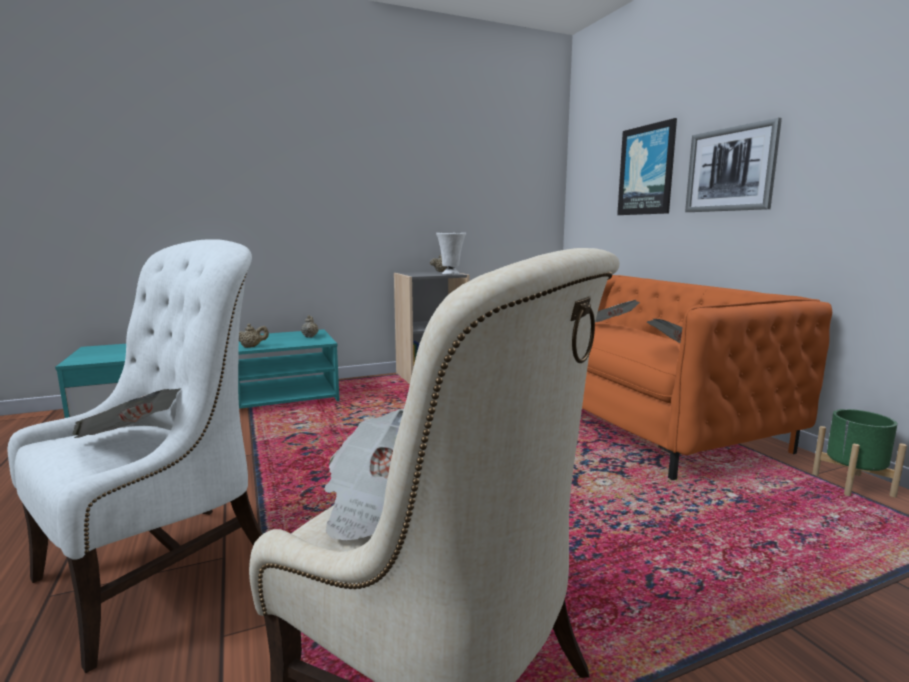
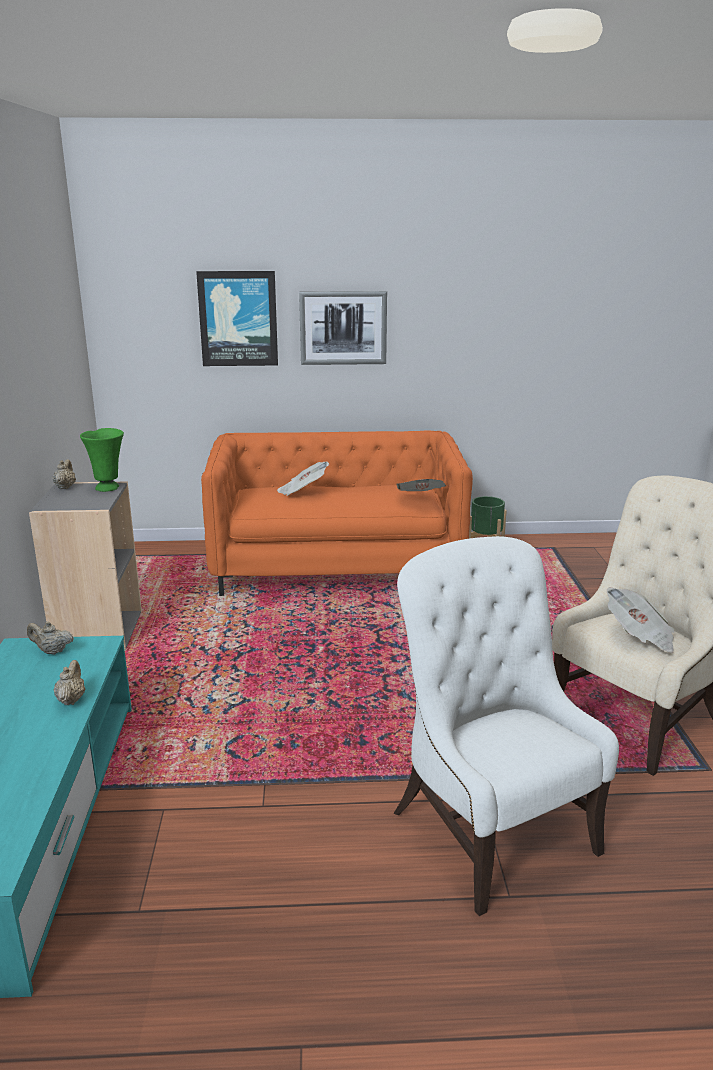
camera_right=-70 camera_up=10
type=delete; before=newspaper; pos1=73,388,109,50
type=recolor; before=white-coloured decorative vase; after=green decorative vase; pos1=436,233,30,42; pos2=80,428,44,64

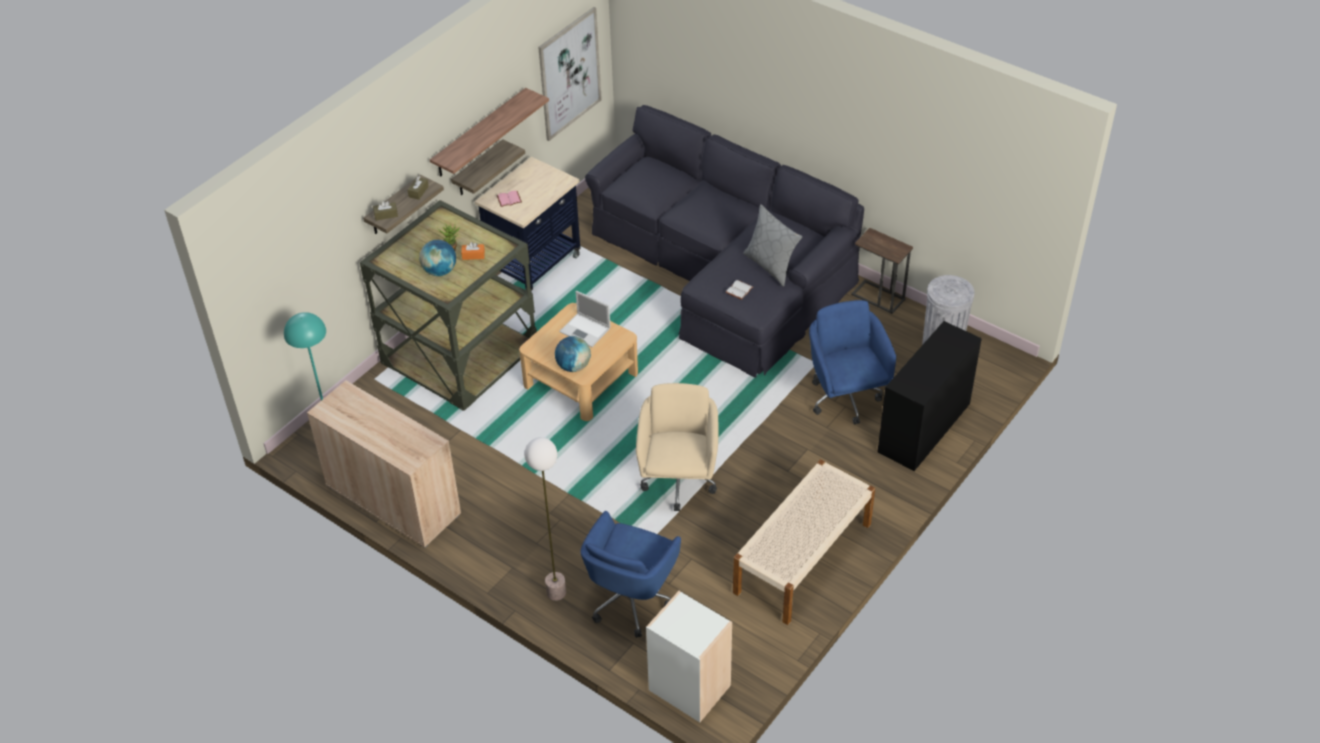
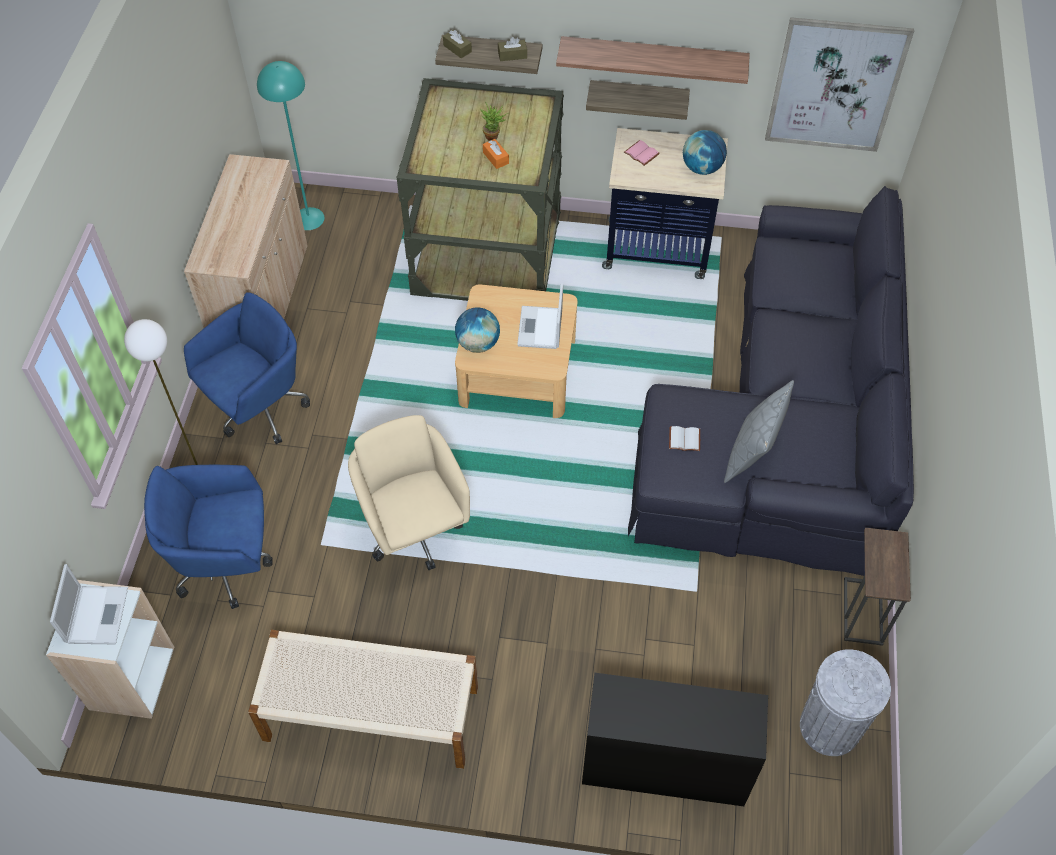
camera_right=60 camera_up=10
type=move; before=world globe; pos1=419,240,37,36; pos2=683,130,44,45
type=rotate; before=beige-coloured office chair; pos1=636,383,82,128; pos2=348,415,122,155; turn=-90
type=move; before=blue office chair; pos1=809,300,87,125; pos2=184,292,126,152
type=insert; after=notebook computer; pos2=50,564,78,80

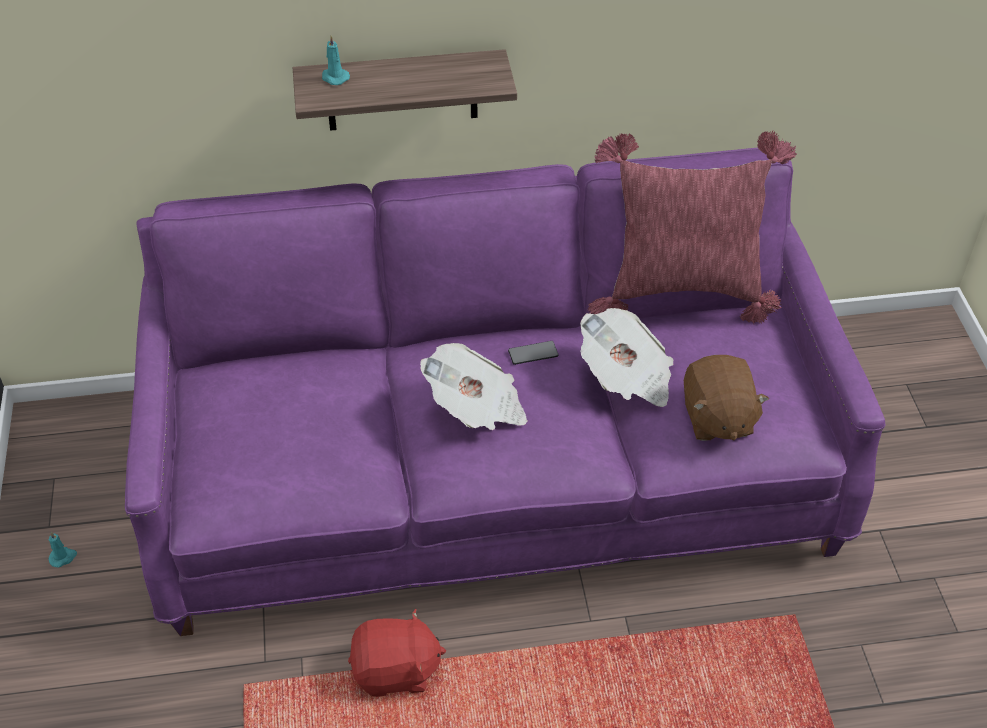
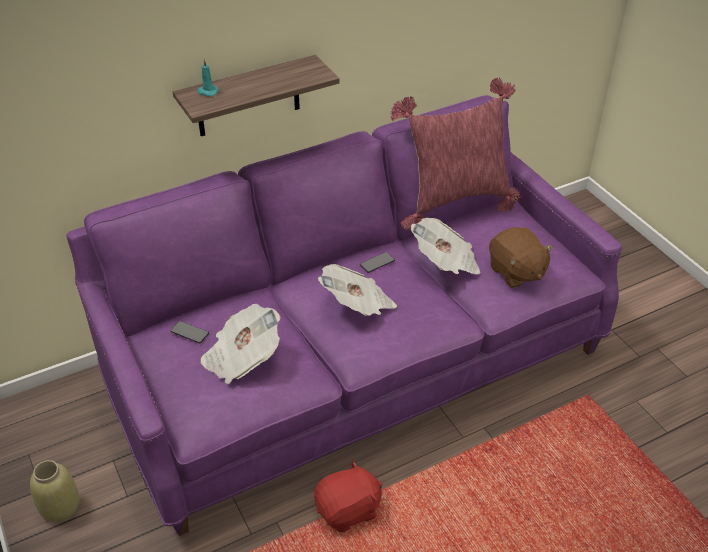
camera_right=-20 camera_up=-5
type=replace; before=turquoise wax candle; after=beige-coloured decorative vase; pos1=48,532,29,35; pos2=30,460,50,62
type=insert; after=phone; pos2=170,321,39,22
type=insert; after=newspaper; pos2=201,304,80,80

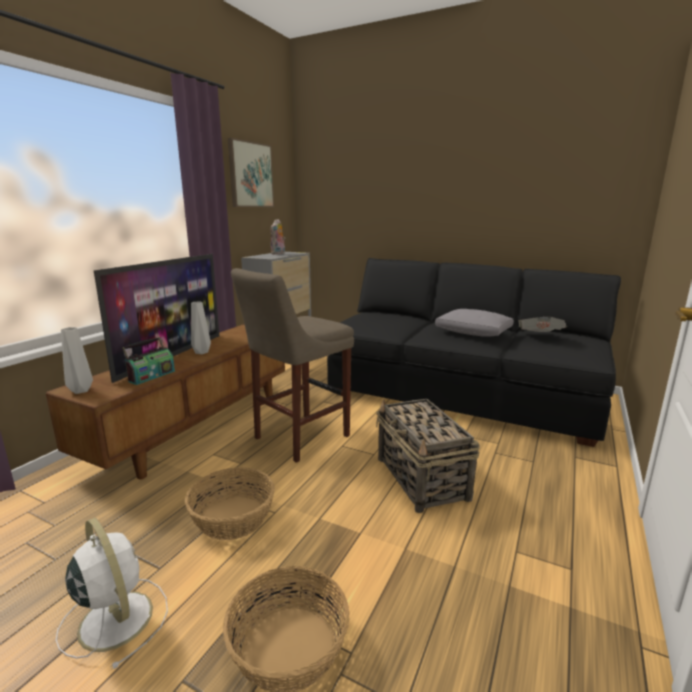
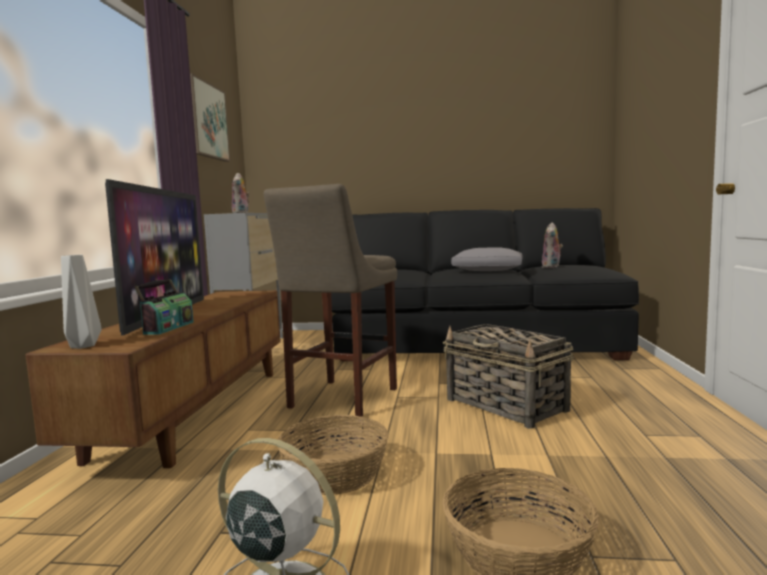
camera_right=-20 camera_up=-10
type=delete; before=gray decorative vase; pos1=191,302,20,52
type=replace; before=newspaper; after=cuddly toy; pos1=518,317,49,15; pos2=542,222,21,46

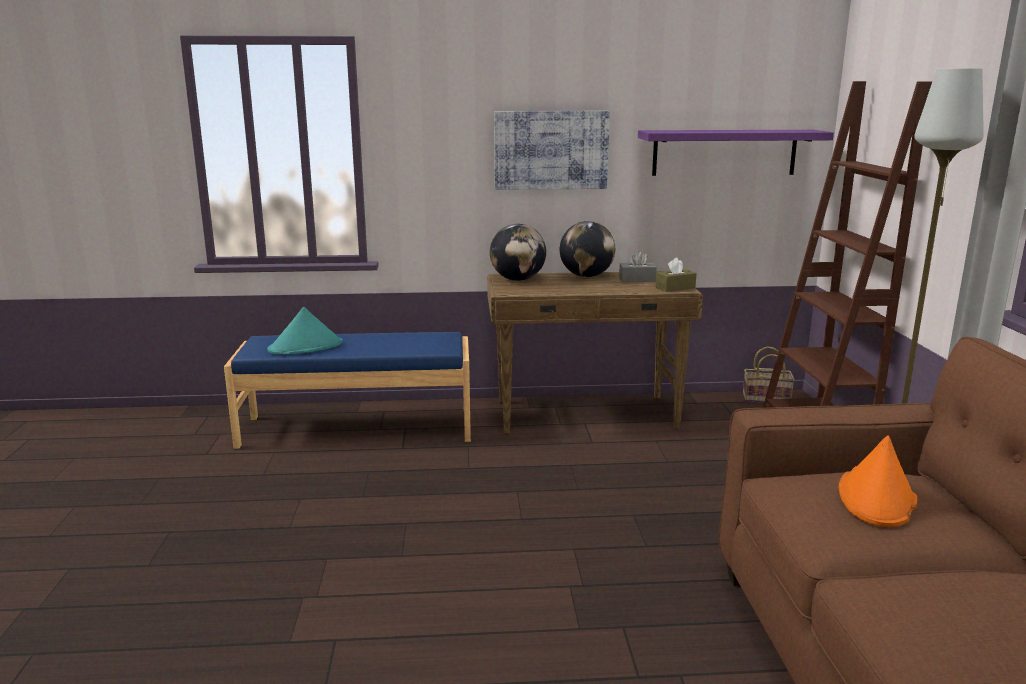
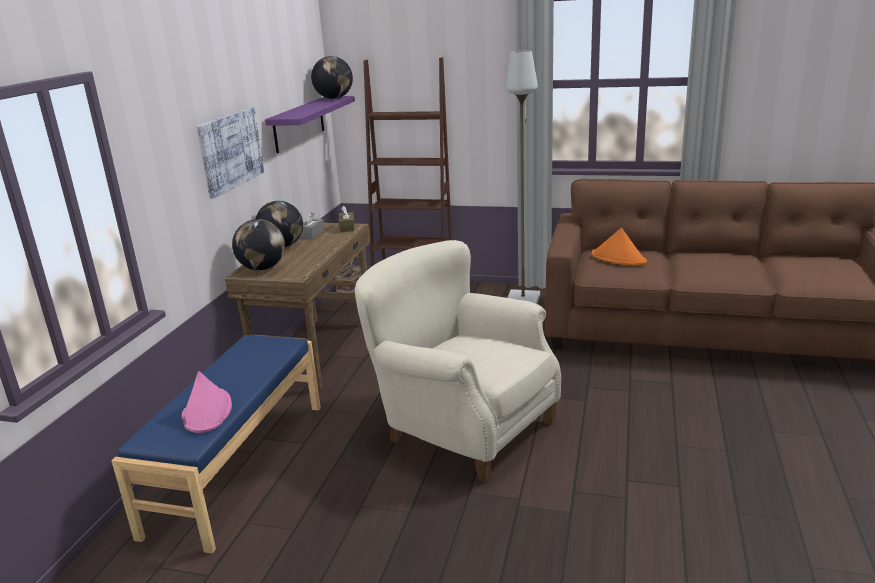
camera_right=-70 camera_up=5
type=recolor; before=turquoise wearable hat; after=pink wearable hat; pos1=268,307,75,47; pos2=182,371,50,62
type=insert; after=world globe; pos2=311,56,42,43
type=insert; after=beige-coloured armchair; pos2=355,240,206,242

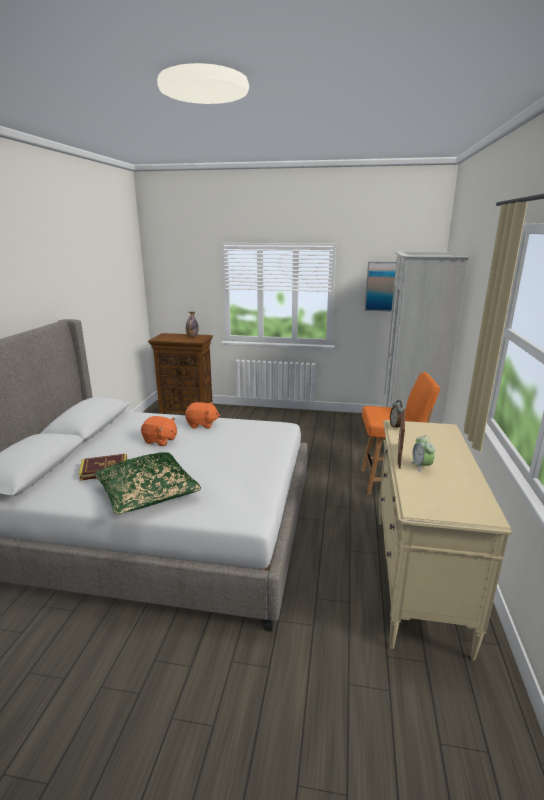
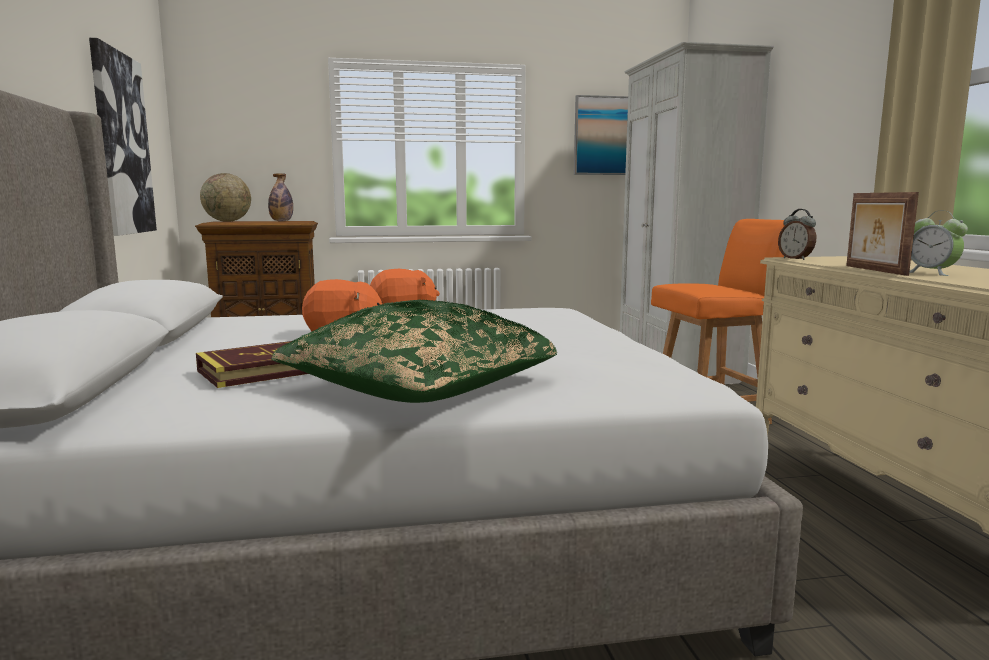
camera_right=-20 camera_up=-10
type=insert; after=wall picture; pos2=89,38,68,198
type=insert; after=world globe; pos2=200,173,51,49

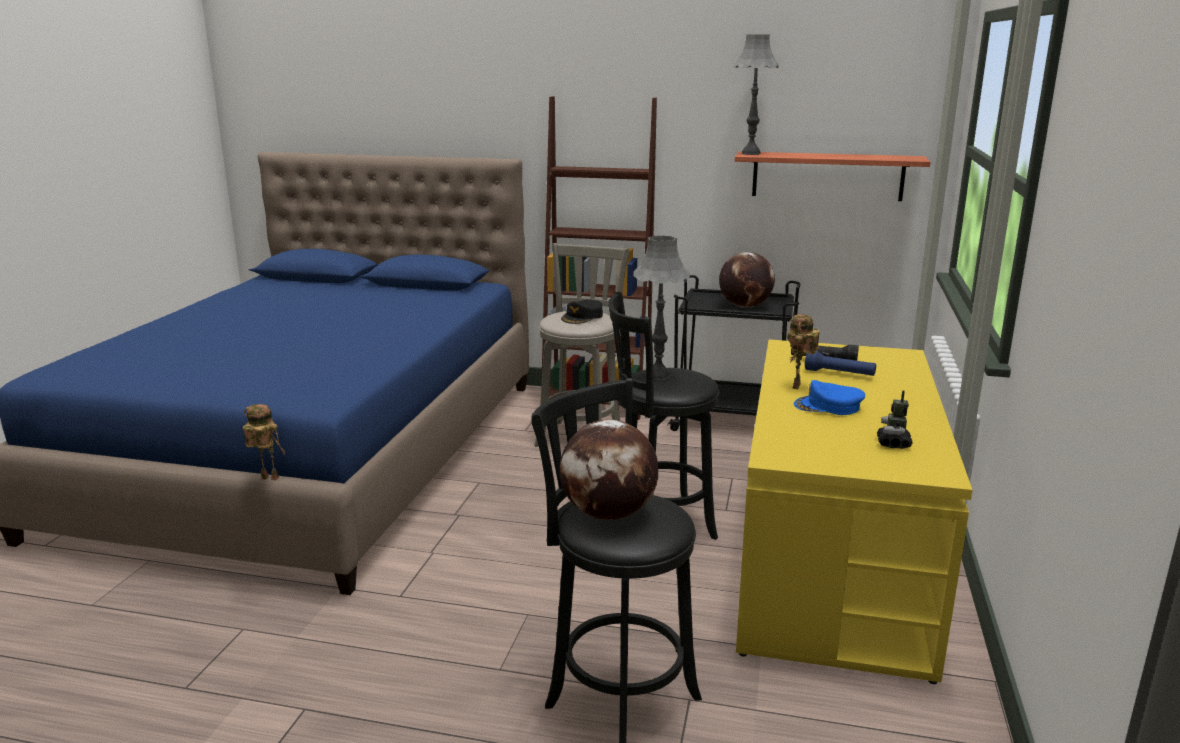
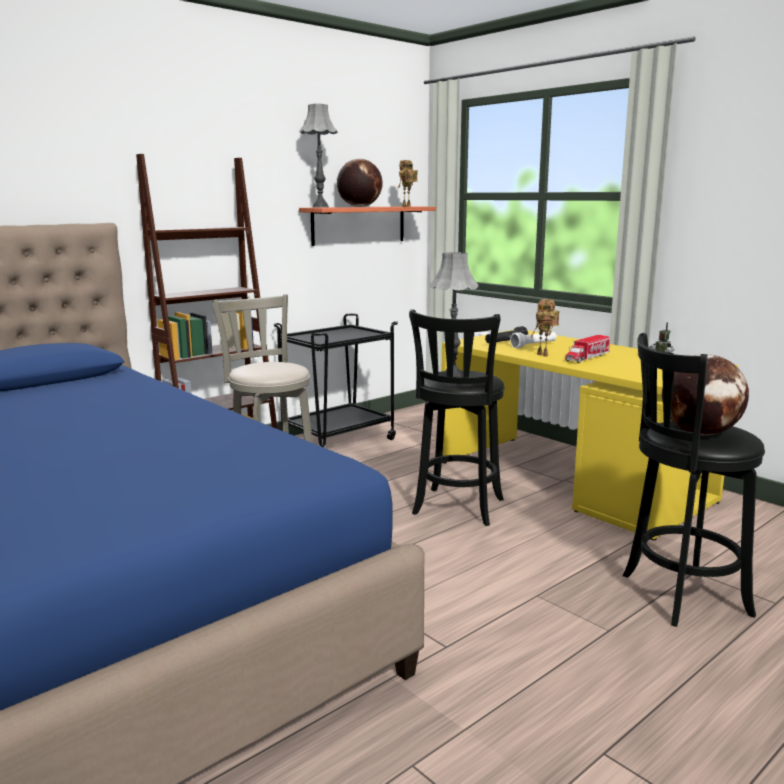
camera_right=-55 camera_up=-5
type=move; before=robot figure; pos1=243,404,42,76; pos2=398,160,20,47
type=delete; before=black baseball cap; pos1=561,300,42,24
type=move; before=world globe; pos1=719,252,56,56; pos2=337,159,45,48
type=replace; before=blue baseball cap; after=toy lorry; pos1=794,380,71,35; pos2=565,335,45,28
type=recolor; before=blue flashlight; after=white-coloured flashlight; pos1=805,351,71,25; pos2=510,332,47,16

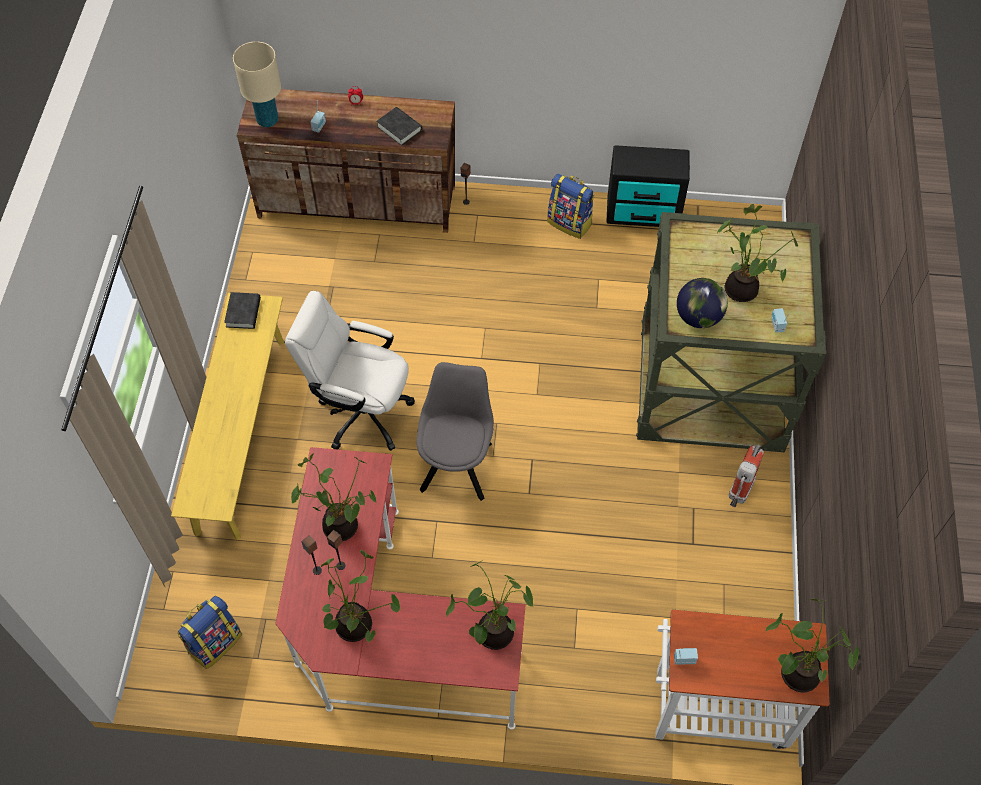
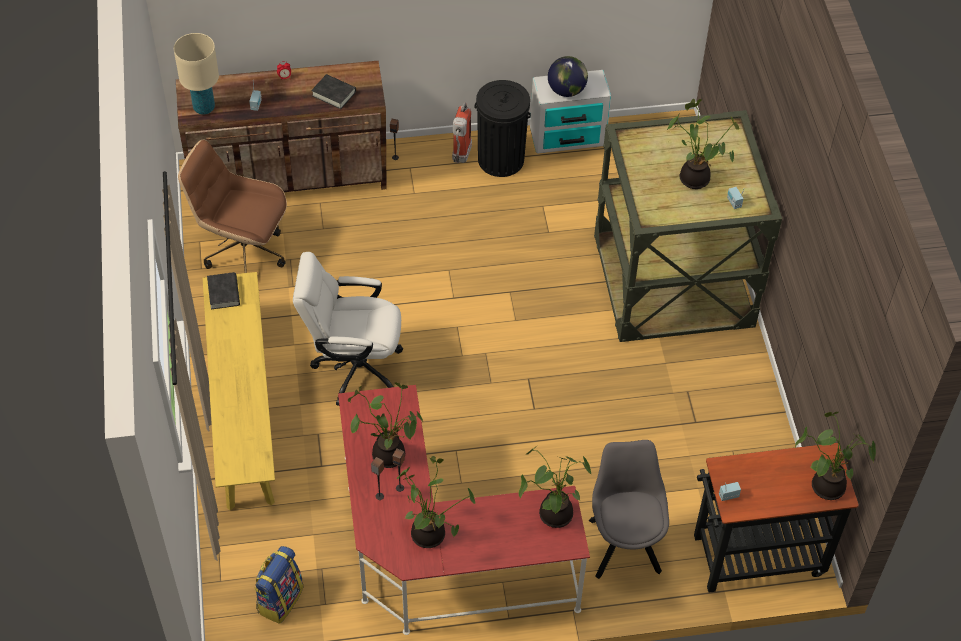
camera_right=-15 camera_up=-5
type=move; before=gray plain chair; pos1=416,362,78,139; pos2=589,440,80,139
type=replace; before=knapsack; after=black waste bin; pos1=547,173,47,66; pos2=475,80,56,97
type=recolor; before=black nightstand; after=white-coloured nightstand; pos1=606,145,84,82; pos2=530,70,81,83
type=recolor; before=white-coloured trolley; after=black trolley; pos1=655,610,175,139; pos2=694,443,165,150
type=move; before=world globe; pos1=677,278,51,50; pos2=548,56,40,41
type=move; before=fire extinguisher; pos1=729,444,35,63; pos2=452,102,20,61
type=insert; after=brown-coloured office chair; pos2=178,140,109,133

